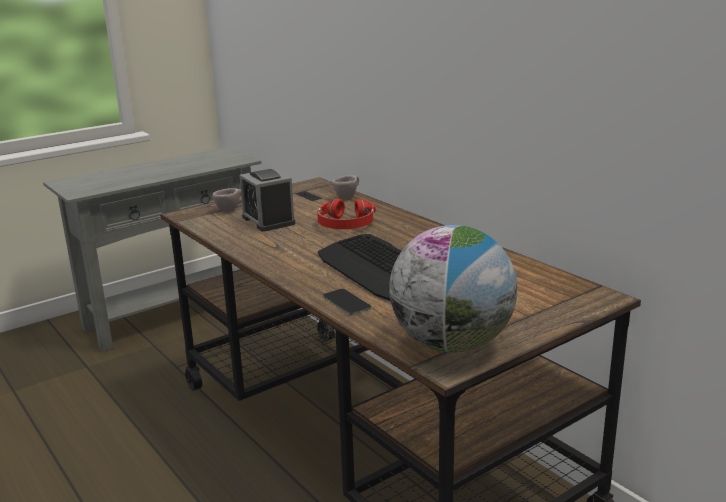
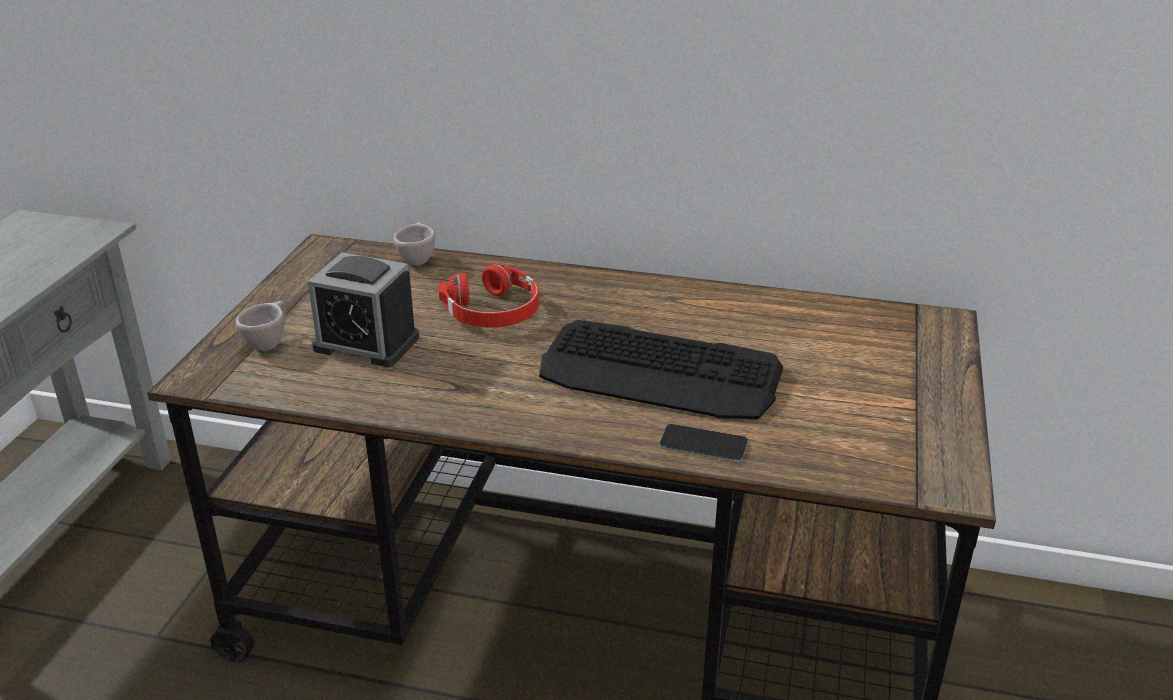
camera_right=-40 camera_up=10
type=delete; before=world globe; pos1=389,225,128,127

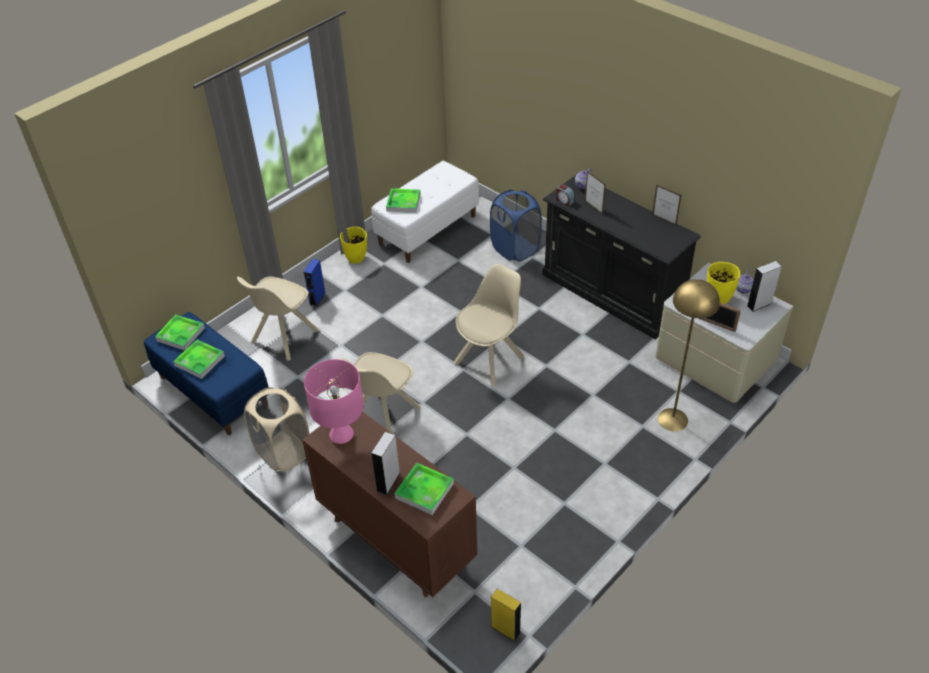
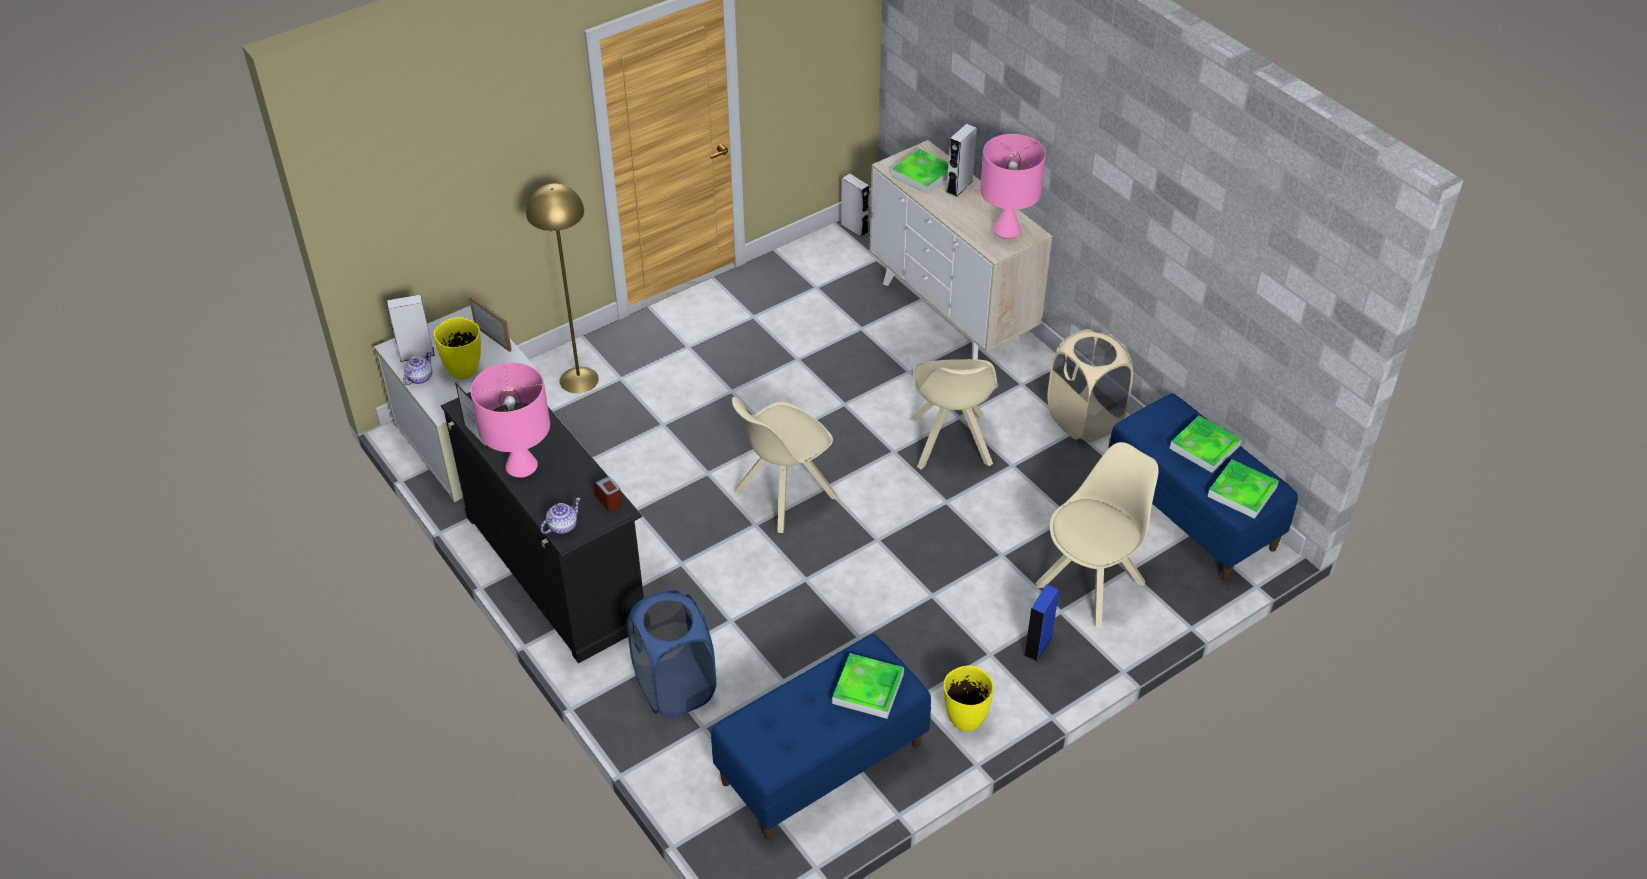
camera_right=-170 camera_up=0
type=recolor; before=brown-coloured chest of drawers; after=white-coloured chest of drawers; pos1=302,412,175,185; pos2=870,140,182,220
type=rotate; before=beige-coloured plain chair; pos1=341,352,80,81; pos2=911,359,87,110; turn=135
type=recolor; before=white-coloured bench; after=blue bench; pos1=371,161,108,102; pos2=711,634,220,206
type=recolor; before=yellow audio speaker; after=gray audio speaker; pos1=491,589,30,52; pos2=841,173,28,64
type=delete; before=photo frame; pos1=585,171,21,44
type=insert; after=pink lamp for a table; pos2=470,362,80,116

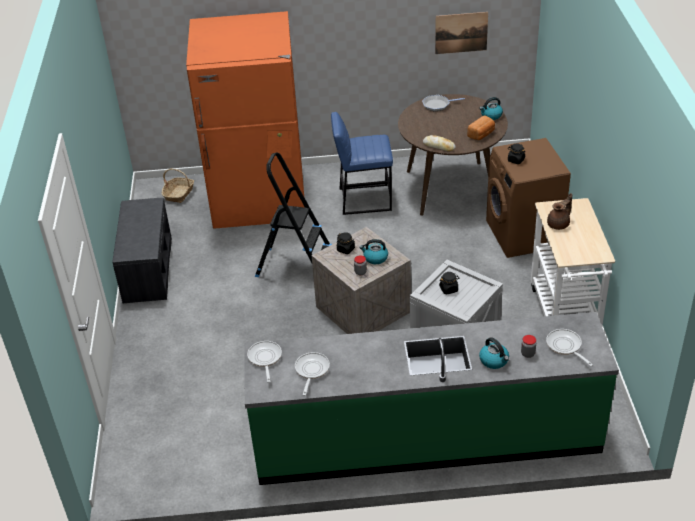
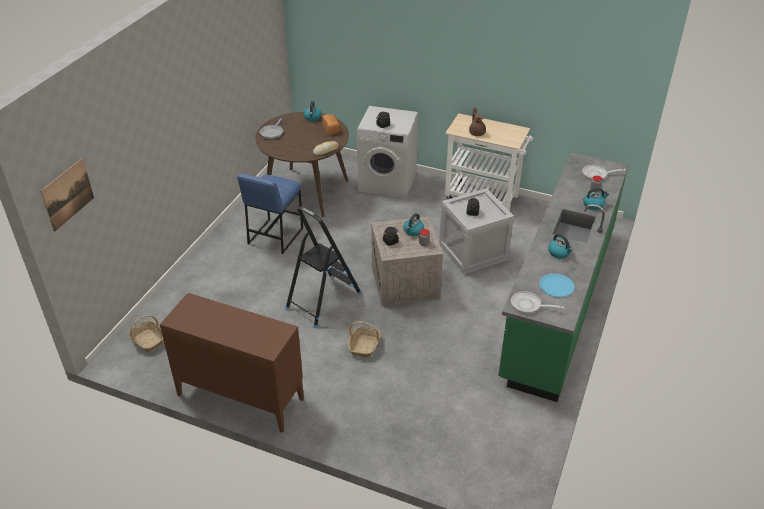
camera_right=-65 camera_up=0
type=replace; before=gray bench; after=brown-coloured chest of drawers; pos1=112,198,60,105; pos2=160,293,144,140
type=delete; before=orange fridge; pos1=186,11,119,218
type=replace; before=frying pan; after=blue plate; pos1=295,352,35,44; pos2=539,274,35,23
type=move; before=wall picture; pos1=435,12,53,42; pos2=40,158,54,74
type=recolor; before=brown-coloured laundry appliance; after=white-coloured laundry appliance; pos1=486,138,85,120; pos2=357,106,61,92
type=insert; after=storage basket; pos2=348,321,33,37
type=insert; after=water kettle; pos2=548,234,25,24

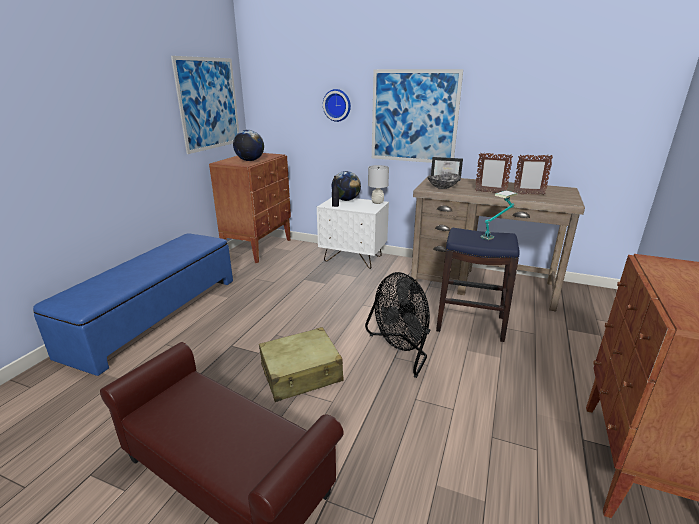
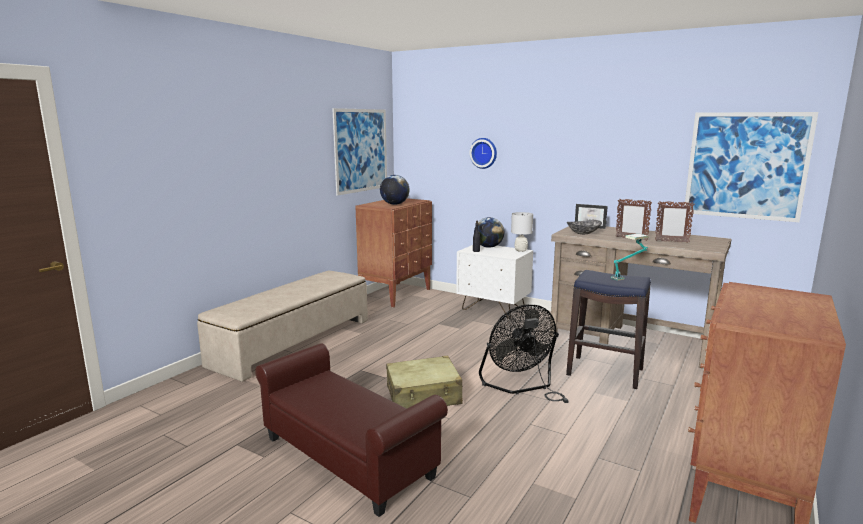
camera_right=10 camera_up=-10
type=recolor; before=blue bench; after=beige-coloured bench; pos1=33,233,200,143; pos2=197,271,171,111
type=rotate; before=black cooling fan; pos1=365,272,65,106; pos2=479,304,89,99; turn=90
type=move; before=wall picture; pos1=372,69,91,94; pos2=685,112,133,110

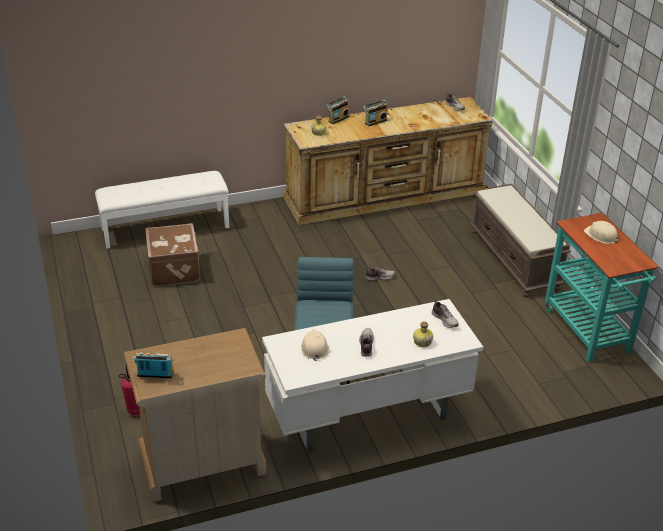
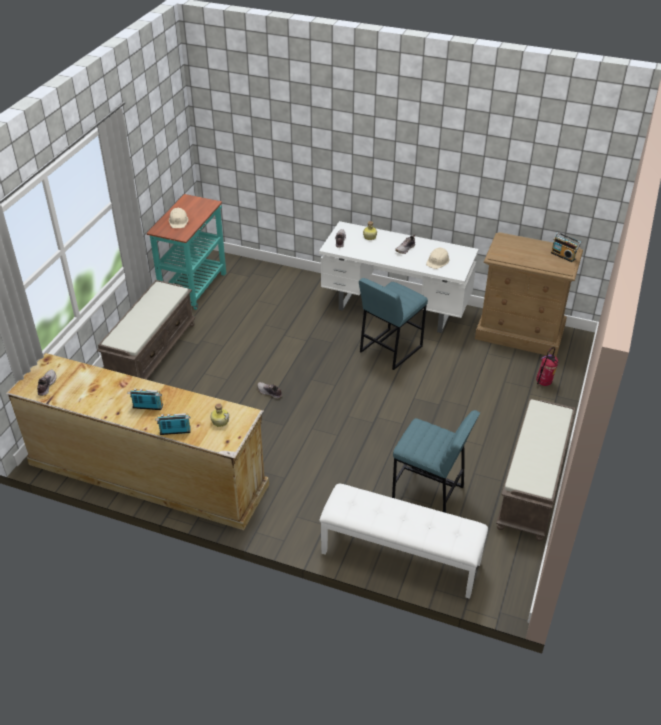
camera_right=-140 camera_up=5
type=replace; before=brown-coloured piece of luggage; after=blue stool seat; pos1=145,223,56,64; pos2=392,410,88,103
type=insert; after=brown-coloured bench; pos2=496,399,79,142

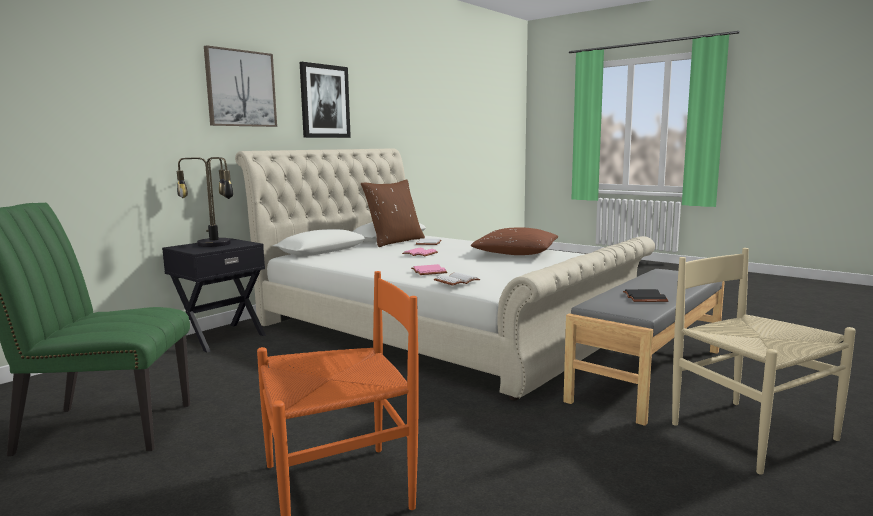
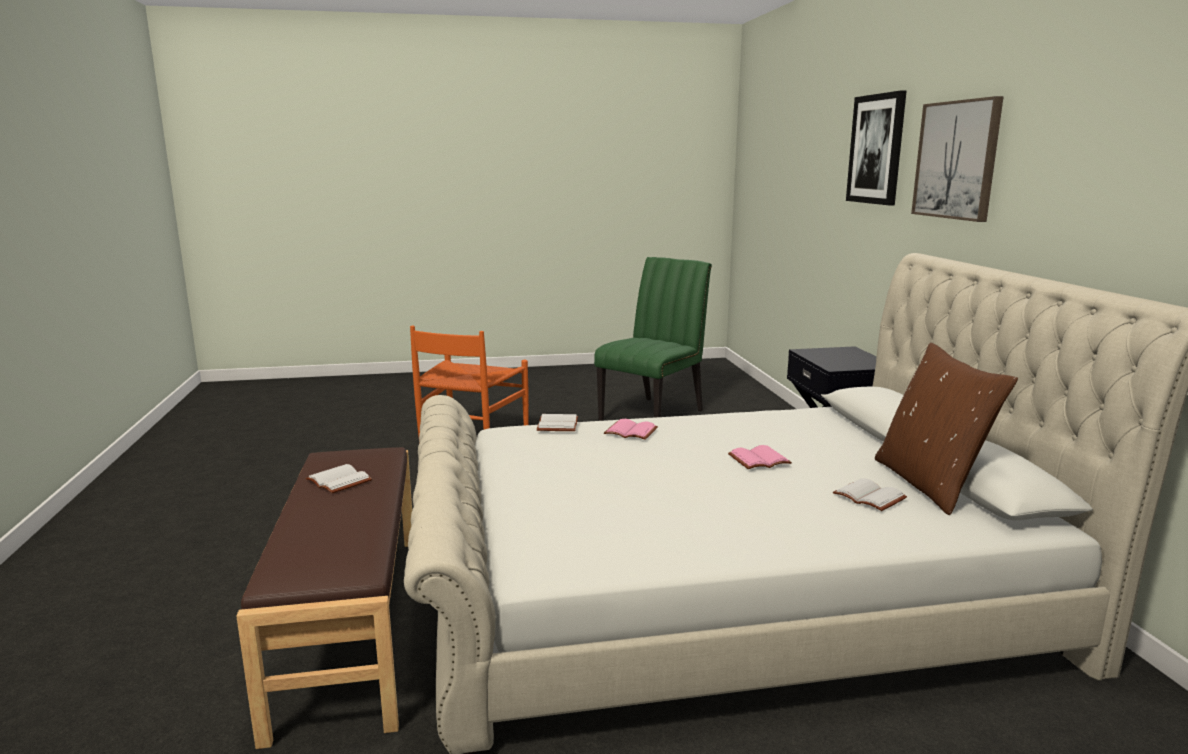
camera_right=130 camera_up=5
type=delete; before=lamp for a table; pos1=177,157,56,90
type=move; before=wall picture; pos1=300,62,51,76; pos2=846,90,61,115
type=delete; before=brown-coloured cushion; pos1=471,227,87,28
type=recolor; before=gray bench; after=brown-coloured bench; pos1=563,269,162,157; pos2=236,447,176,302
type=recolor; before=black bound book; after=white-coloured bound book; pos1=623,289,45,13; pos2=306,464,66,30
type=delete; before=beige-coloured plain chair; pos1=672,248,184,227

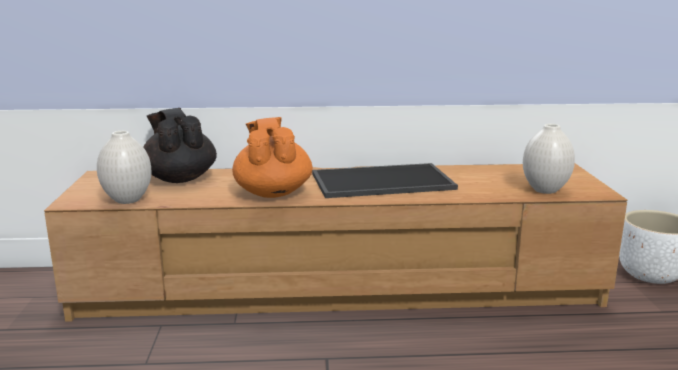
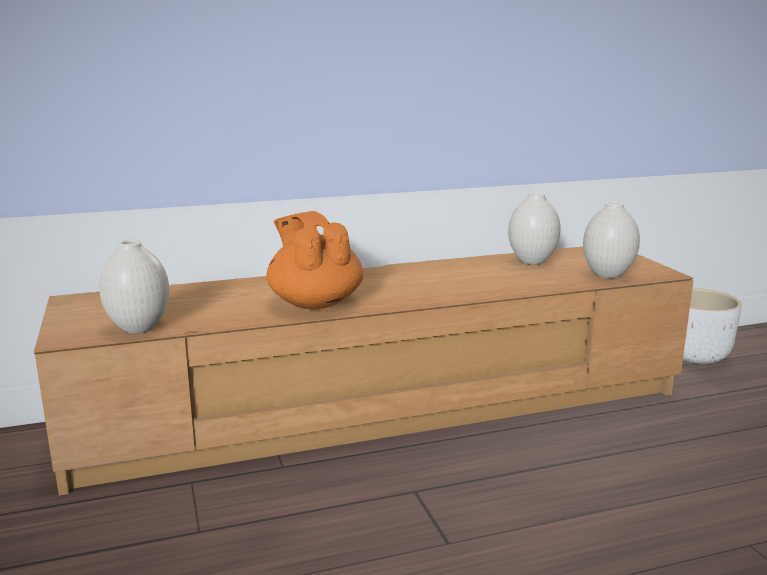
camera_right=-15 camera_up=0
type=delete; before=black teapot; pos1=143,108,74,75
type=delete; before=serving tray; pos1=312,163,146,35
type=insert; after=white-coloured decorative vase; pos2=508,192,53,73

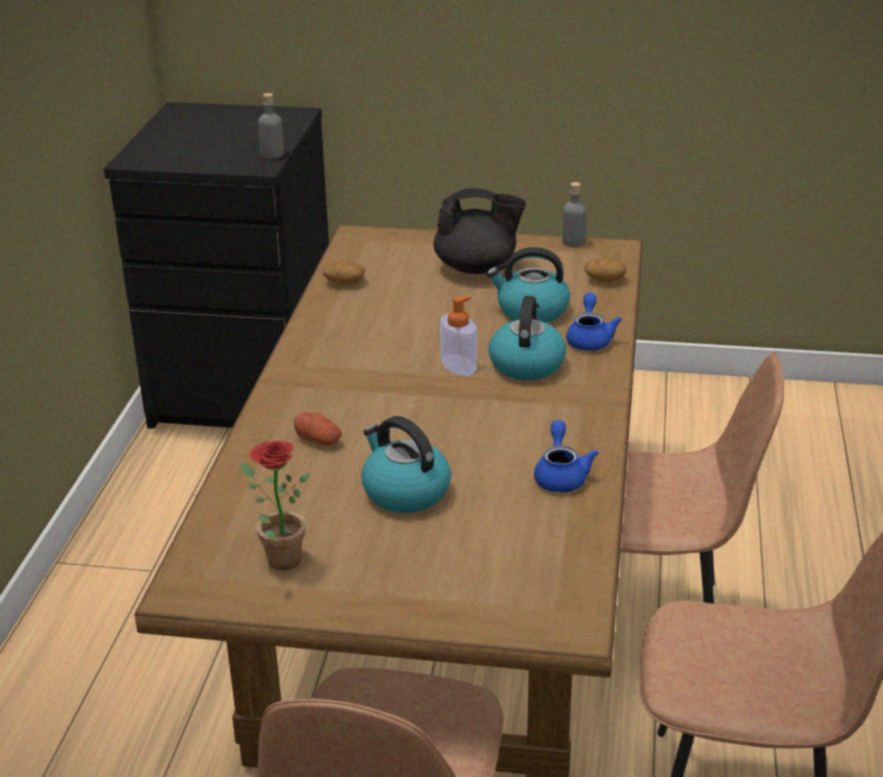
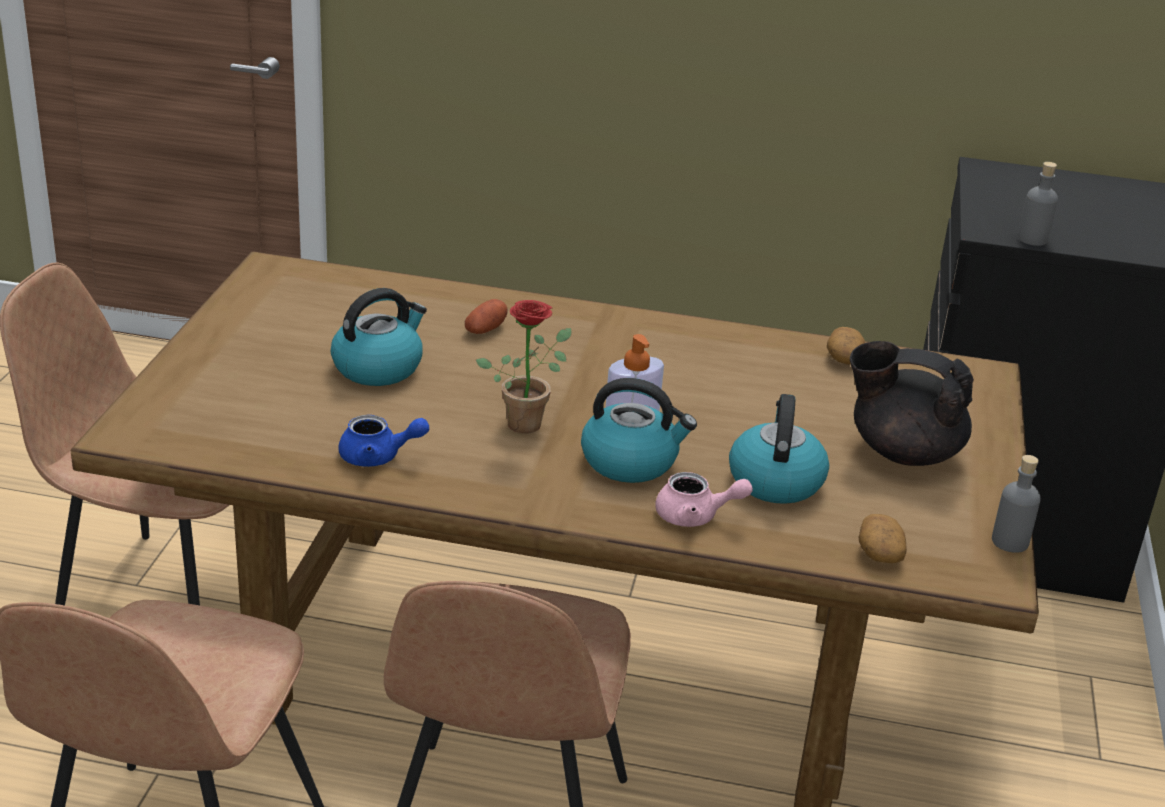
camera_right=90 camera_up=0
type=move; before=plant in a pot; pos1=240,441,70,129; pos2=476,300,96,133
type=rotate; before=black teapot; pos1=434,188,92,86; pos2=850,341,124,125; turn=105
type=recolor; before=blue teapot; after=pink teapot; pos1=566,293,56,58; pos2=655,472,98,55

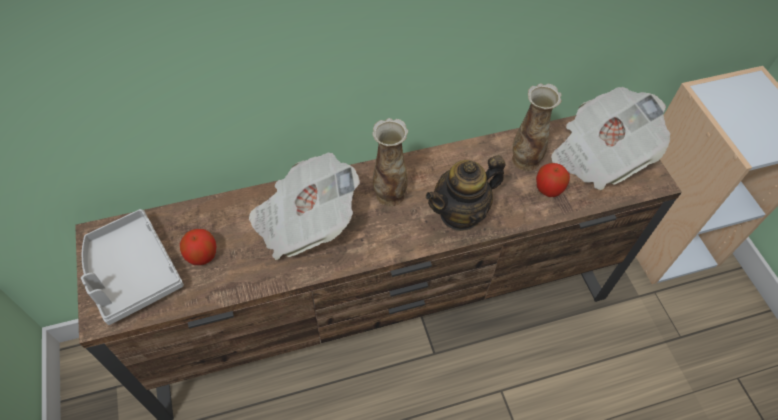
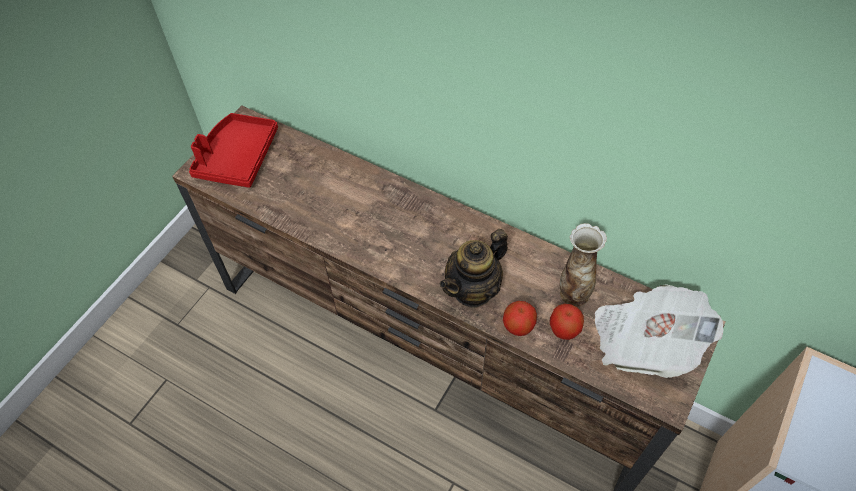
camera_right=50 camera_up=0
type=recolor; before=gray serving tray; after=reddish serving tray; pos1=81,209,103,116; pos2=189,113,89,75
type=move; before=whole apple; pos1=180,229,37,36; pos2=503,301,34,35
type=delete; before=newspaper; pos1=249,153,111,107
type=delete; before=decorative vase; pos1=372,118,36,88
type=rotate; before=teapot; pos1=426,155,79,76; pos2=440,229,68,79; turn=-60

